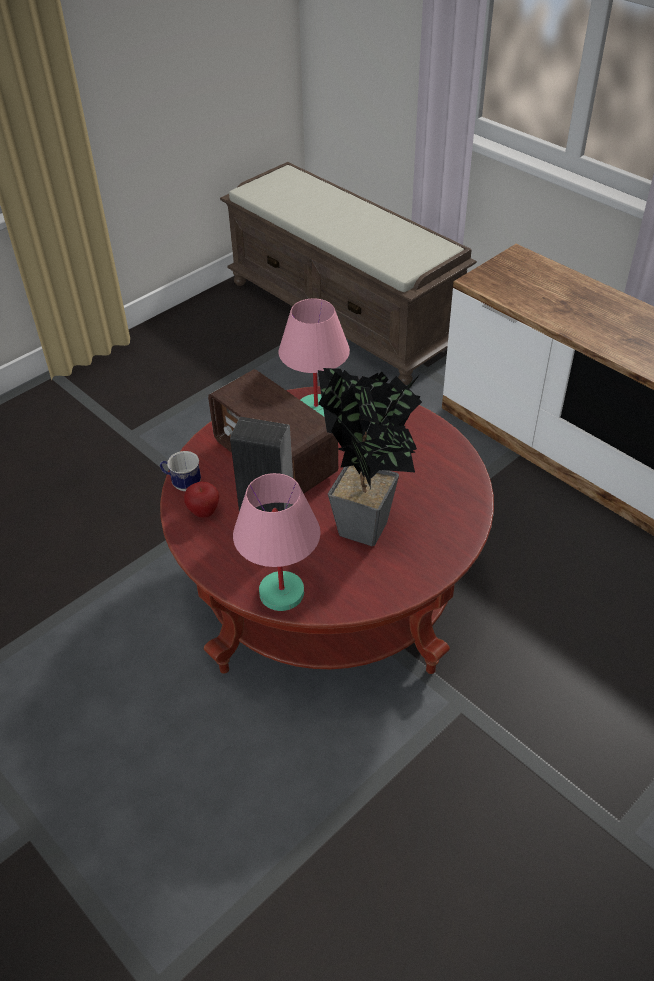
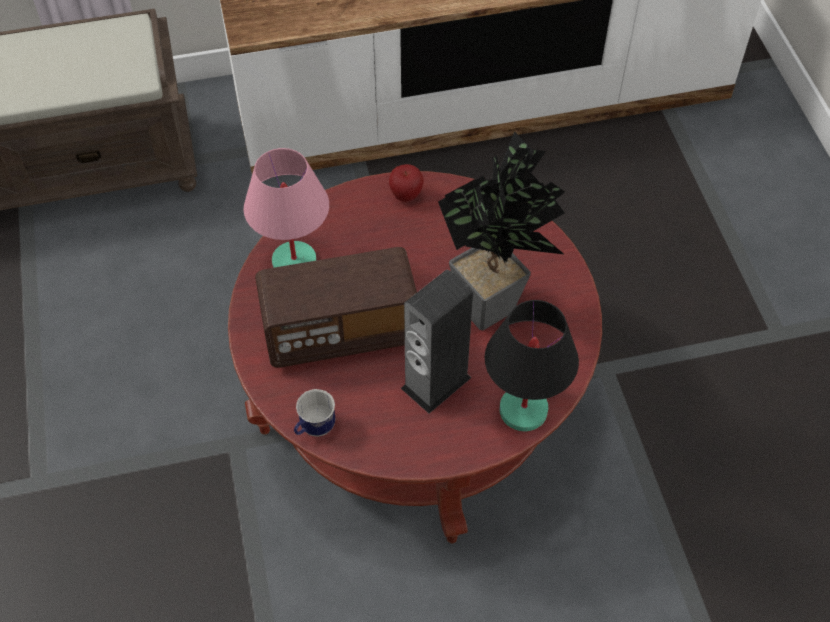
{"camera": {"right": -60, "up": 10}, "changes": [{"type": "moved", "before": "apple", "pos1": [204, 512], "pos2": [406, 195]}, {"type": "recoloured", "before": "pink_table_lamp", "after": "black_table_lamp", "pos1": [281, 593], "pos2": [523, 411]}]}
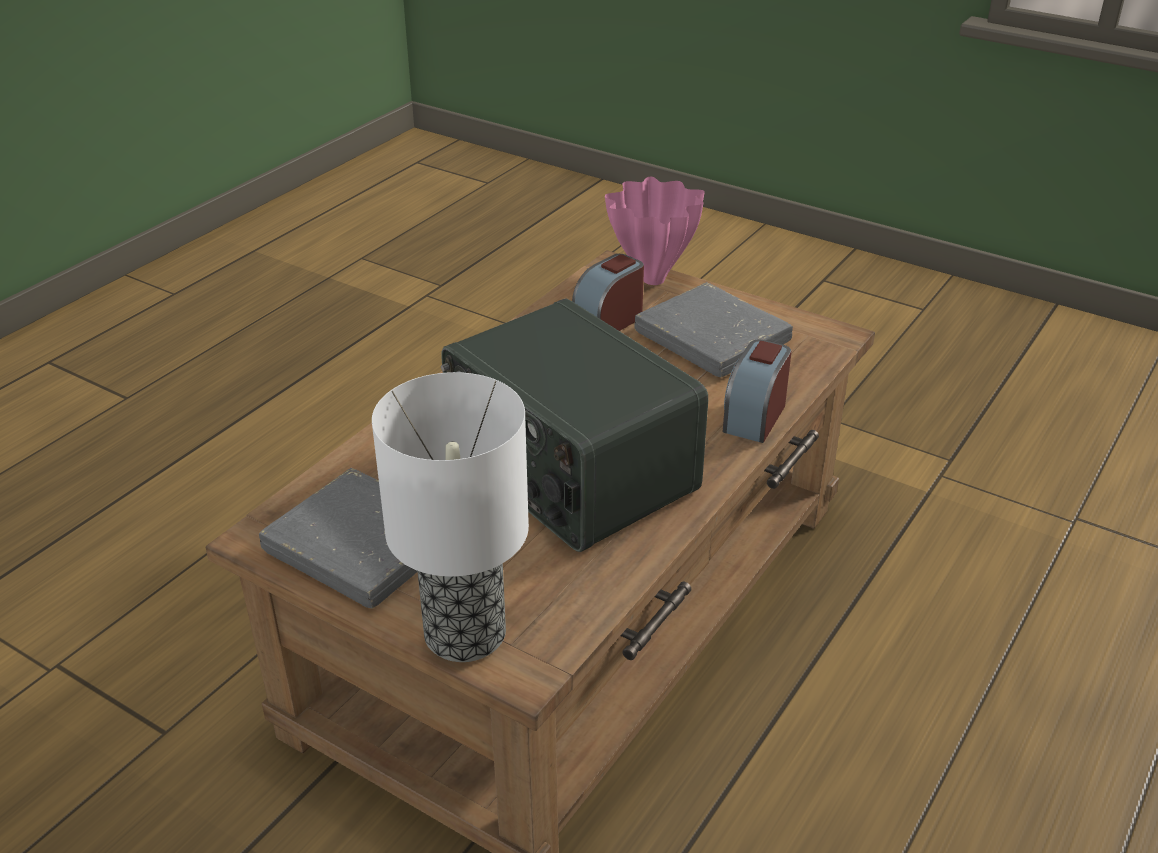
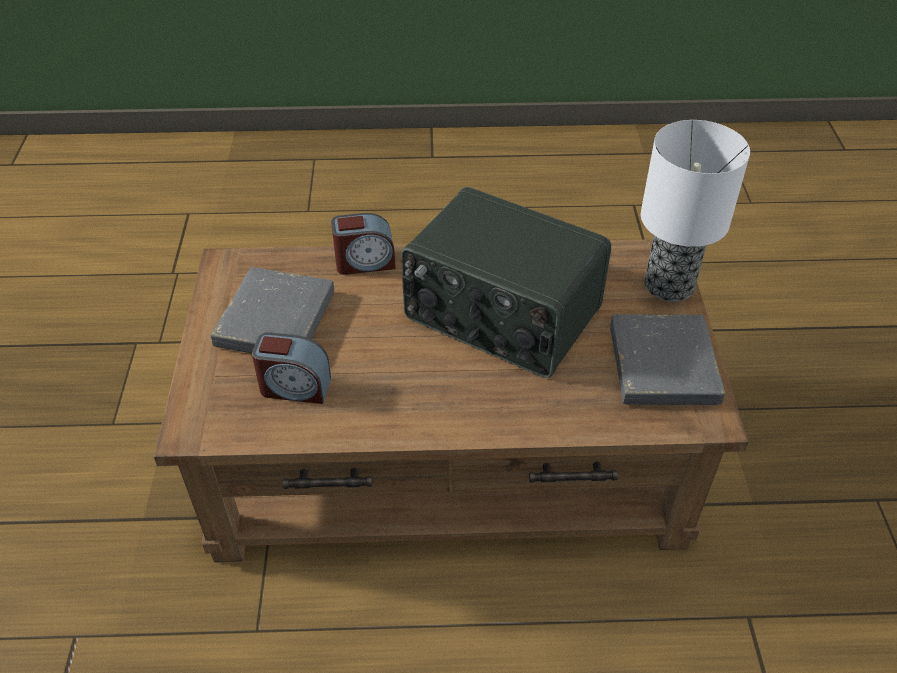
{"camera": {"right": -125, "up": 10}, "changes": [{"type": "removed", "before": "pink_vase", "pos1": [653, 278]}, {"type": "turned", "before": "radio", "pos1": [568, 470], "pos2": [501, 315], "turn": 105}]}
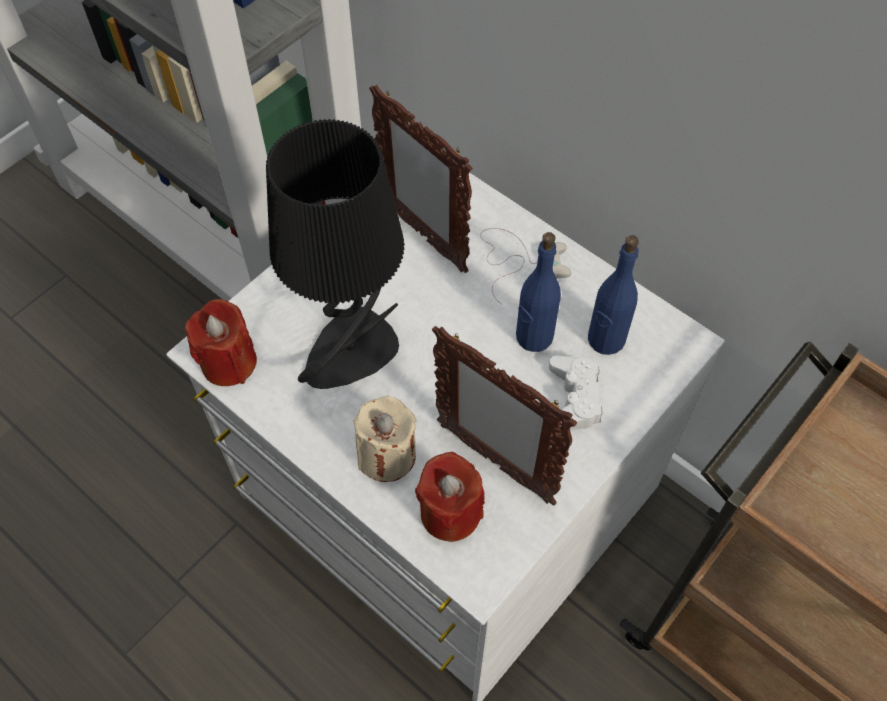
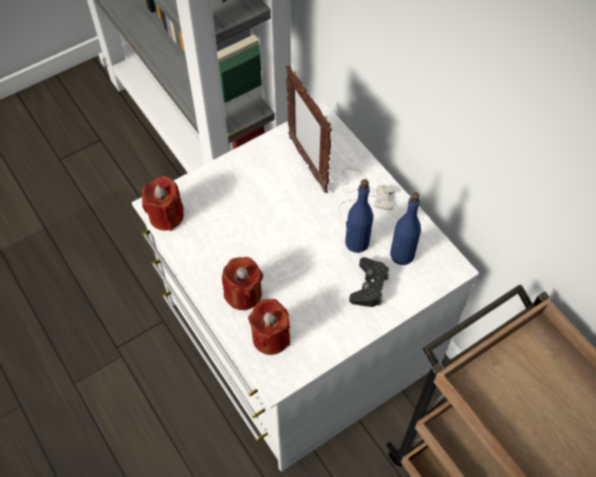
{"camera": {"right": 15, "up": 0}, "changes": [{"type": "removed", "before": "black_table_lamp", "pos1": [350, 353]}, {"type": "removed", "before": "picture_frame", "pos1": [494, 462]}, {"type": "recoloured", "before": "beige_candle", "after": "red_candle", "pos1": [386, 455], "pos2": [243, 294]}, {"type": "recoloured", "before": "white_game_controller", "after": "black_game_controller", "pos1": [574, 398], "pos2": [369, 286]}]}
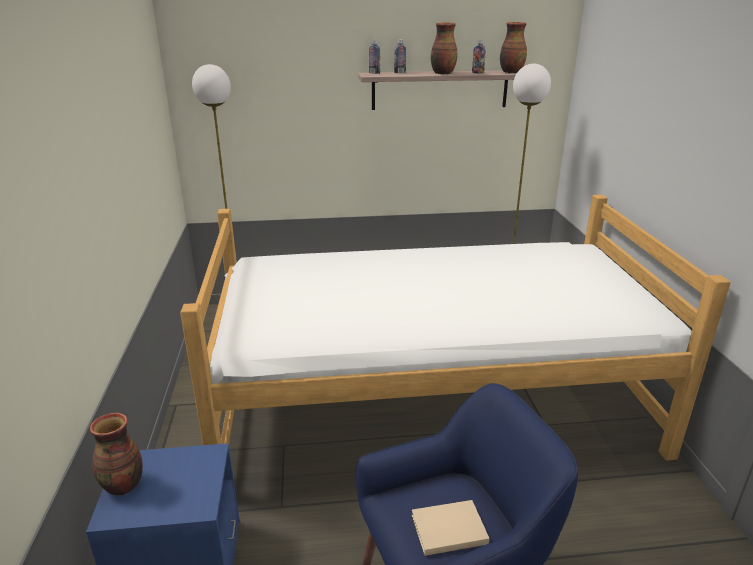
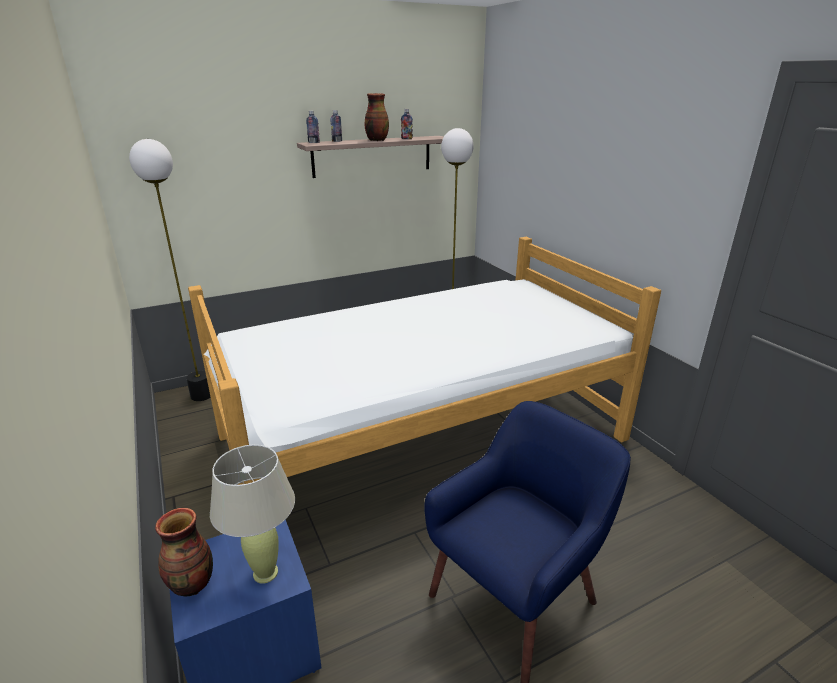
{"camera": {"right": -20, "up": 0}, "changes": [{"type": "removed", "before": "beige_book", "pos1": [446, 529]}, {"type": "removed", "before": "vase", "pos1": [511, 72]}, {"type": "added", "after": "beige_table_lamp", "pos2": [265, 573]}]}
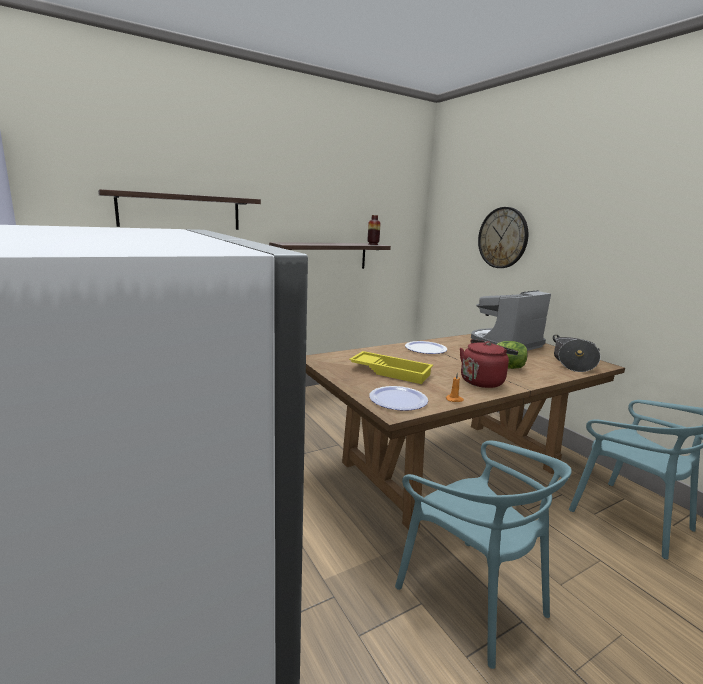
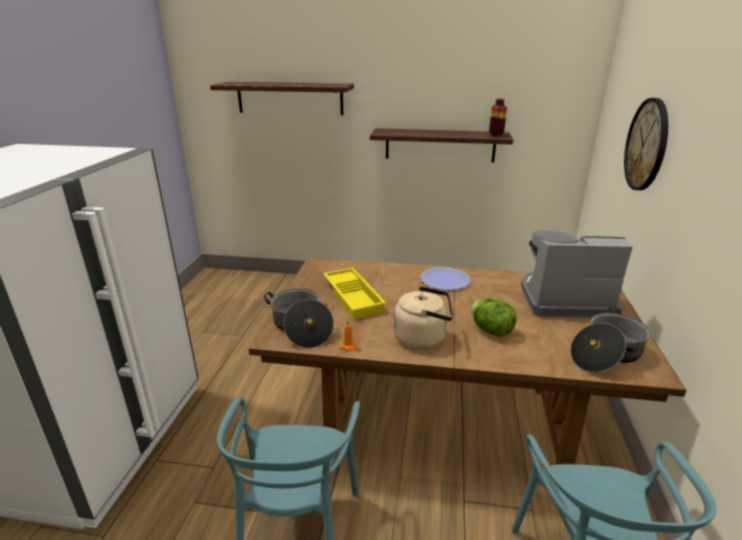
{"camera": {"right": 40, "up": 10}, "changes": [{"type": "replaced", "before": "plate", "after": "cooking_pot", "pos1": [398, 399], "pos2": [301, 328]}, {"type": "recoloured", "before": "red_kettle", "after": "beige_kettle", "pos1": [483, 381], "pos2": [423, 338]}]}
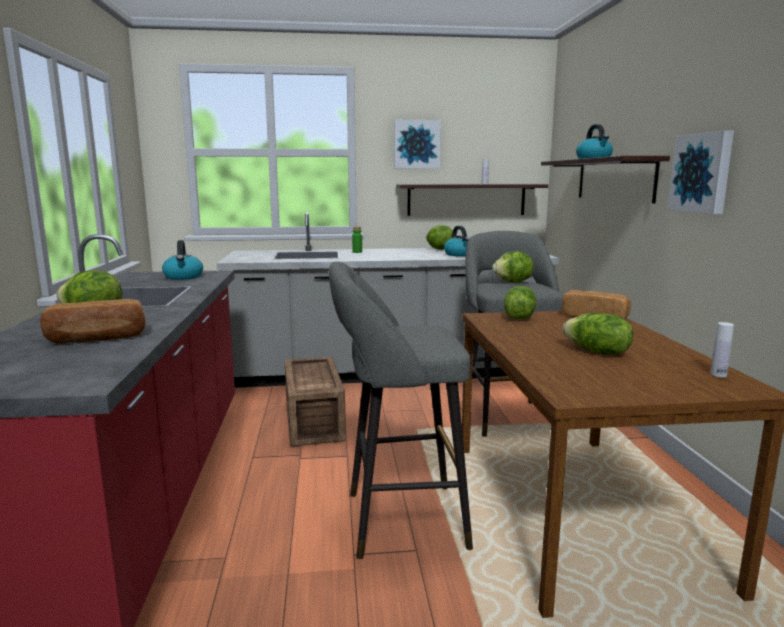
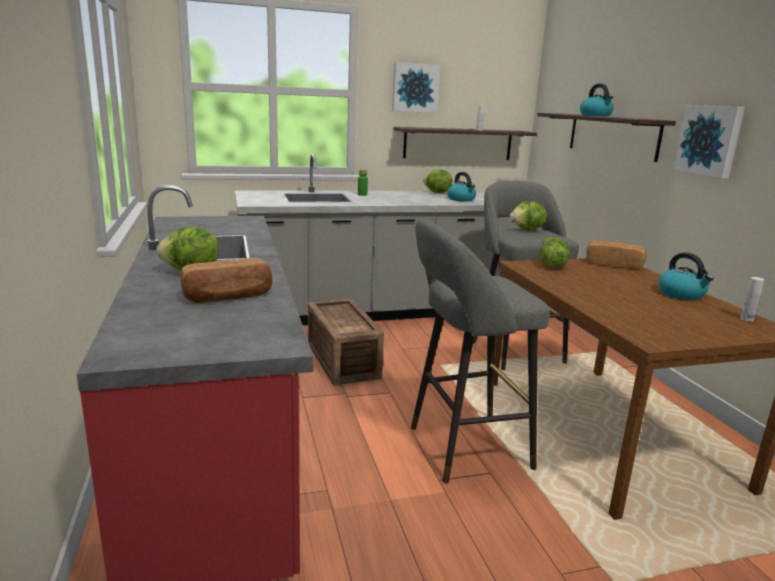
{"camera": {"right": -10, "up": 5}, "changes": [{"type": "removed", "before": "lettuce", "pos1": [597, 352]}, {"type": "moved", "before": "kettle", "pos1": [183, 277], "pos2": [682, 294]}]}
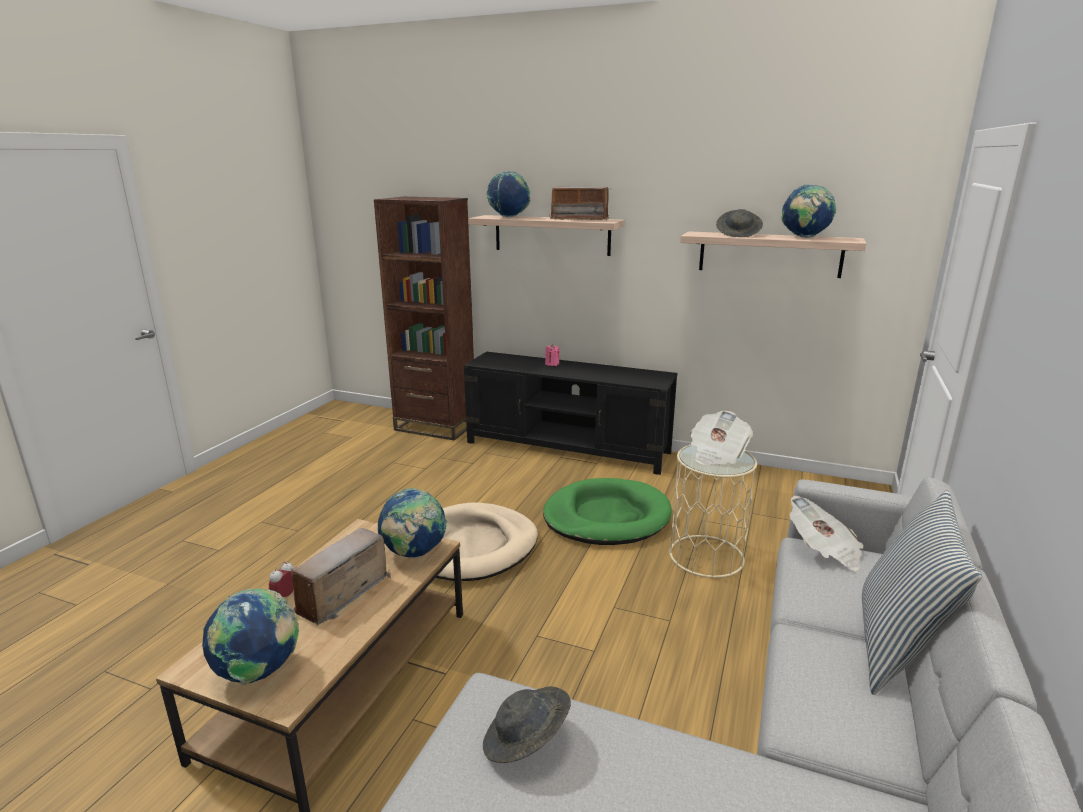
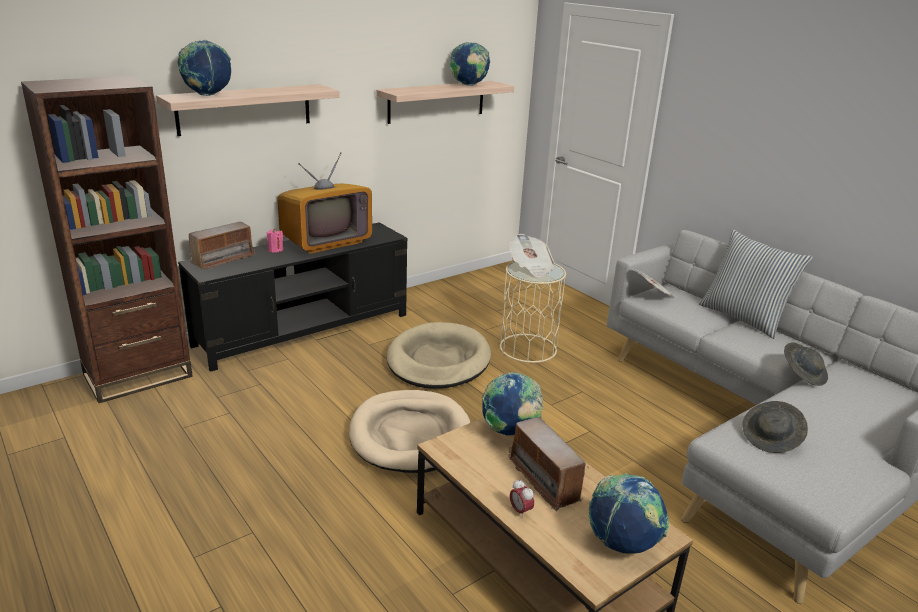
{"camera": {"right": -60, "up": 5}, "changes": [{"type": "added", "after": "television", "pos2": [326, 241]}, {"type": "moved", "before": "radio", "pos1": [580, 219], "pos2": [223, 259]}, {"type": "moved", "before": "grey_hat", "pos1": [738, 235], "pos2": [803, 374]}, {"type": "recoloured", "before": "green_dog_bed", "after": "beige_dog_bed", "pos1": [606, 517], "pos2": [438, 360]}]}
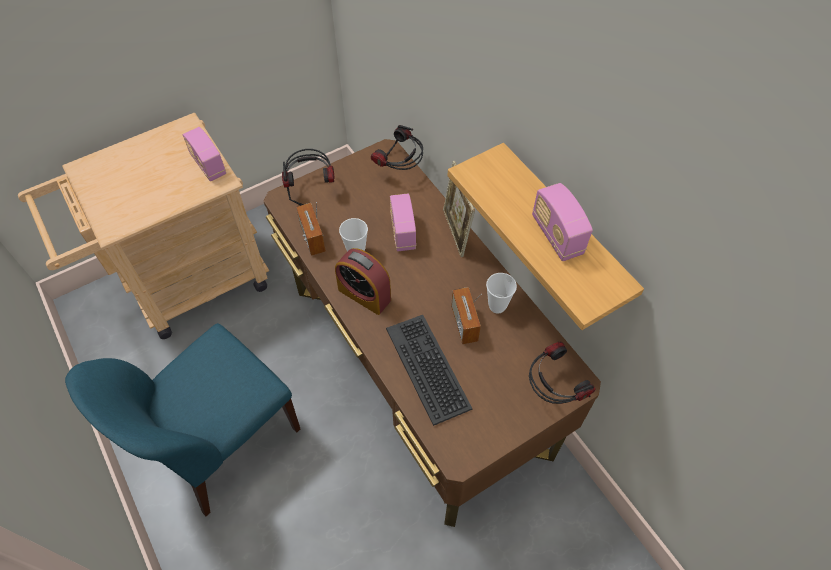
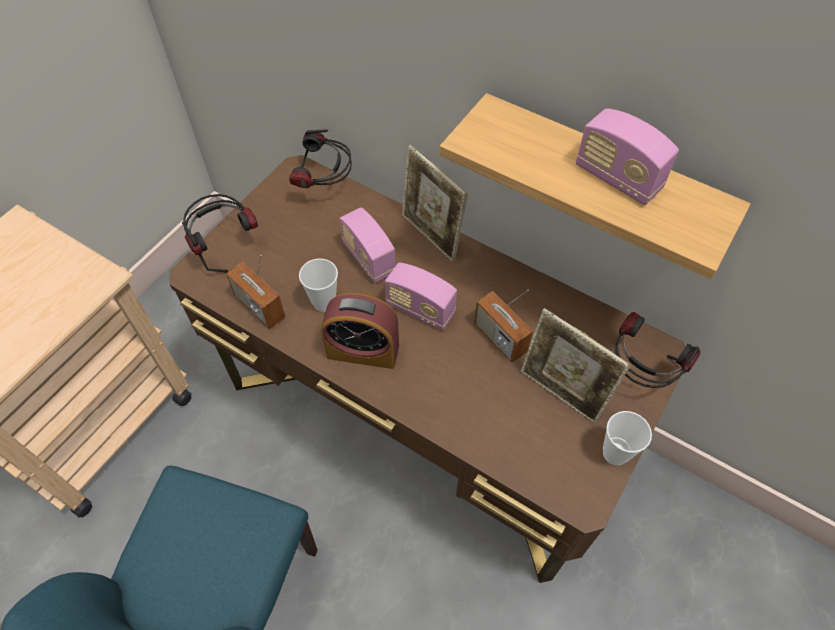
{"camera": {"right": -25, "up": 0}, "changes": [{"type": "removed", "before": "keyboard", "pos1": [428, 367]}, {"type": "added", "after": "picture_frame", "pos2": [561, 394]}, {"type": "moved", "before": "radio", "pos1": [208, 165], "pos2": [420, 309]}, {"type": "moved", "before": "cup", "pos1": [497, 306], "pos2": [615, 453]}]}
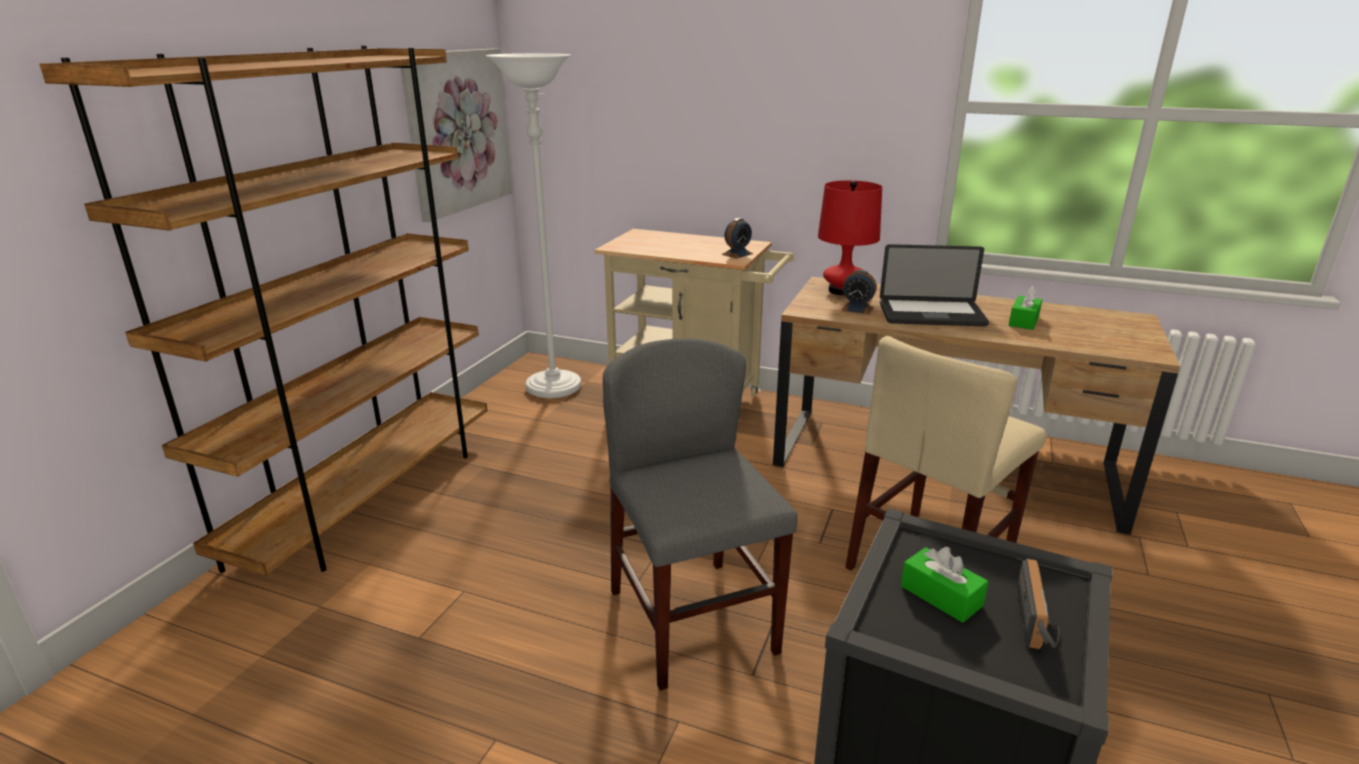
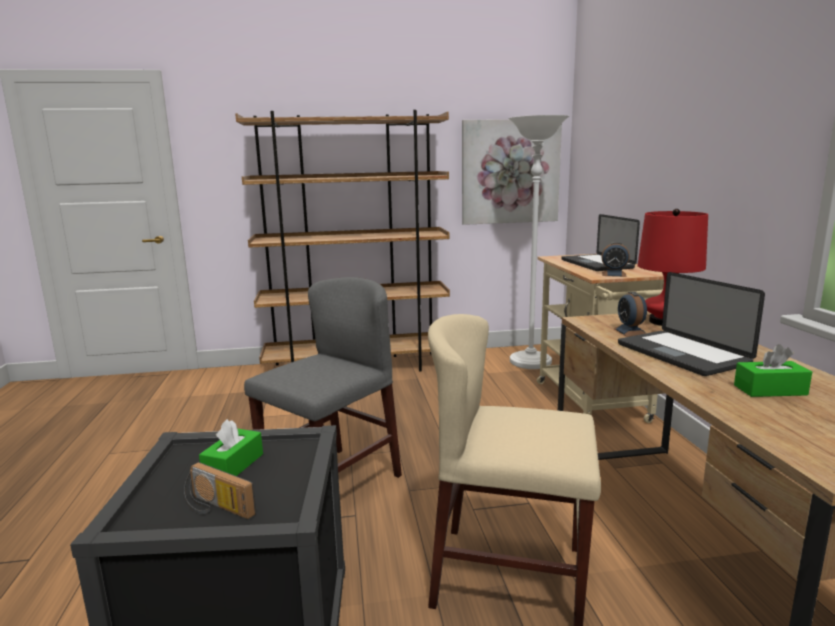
{"camera": {"right": 60, "up": -10}, "changes": [{"type": "added", "after": "laptop", "pos2": [596, 264]}, {"type": "turned", "before": "radio", "pos1": [1038, 621], "pos2": [216, 508], "turn": 45}]}
